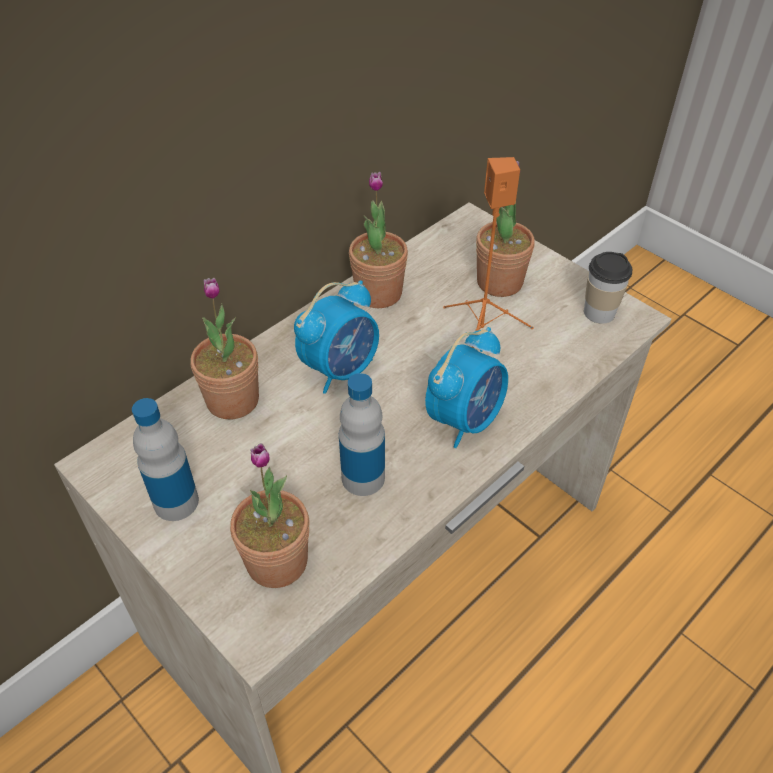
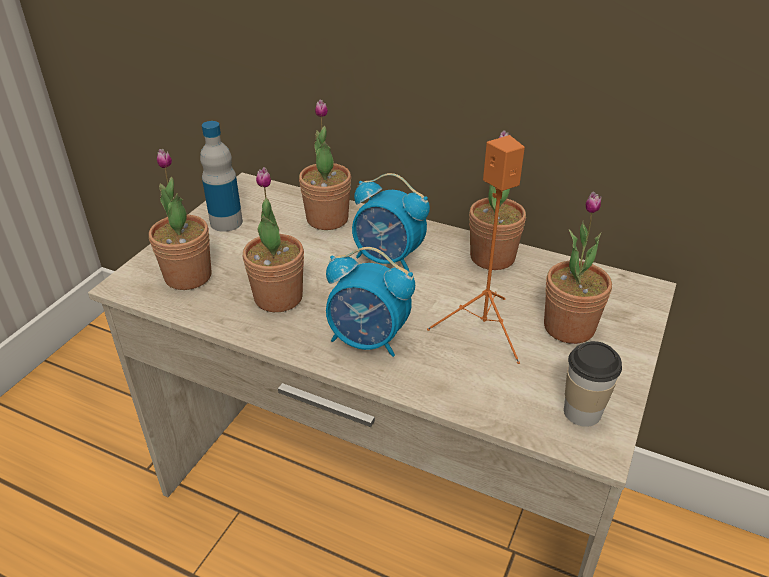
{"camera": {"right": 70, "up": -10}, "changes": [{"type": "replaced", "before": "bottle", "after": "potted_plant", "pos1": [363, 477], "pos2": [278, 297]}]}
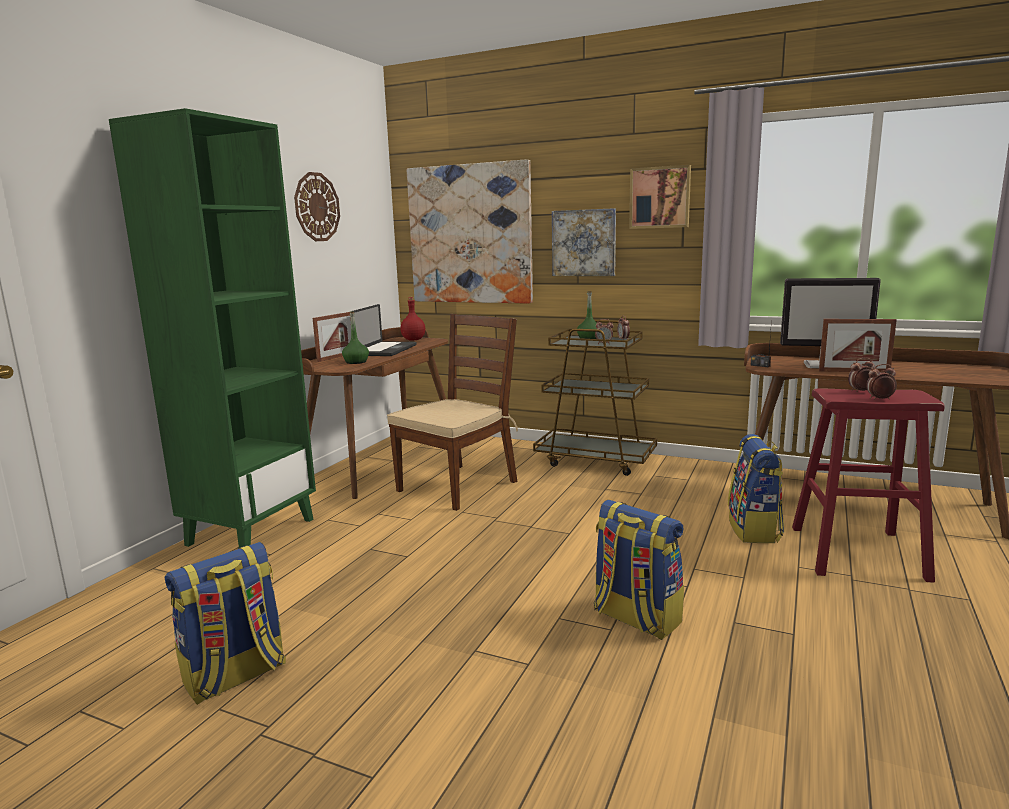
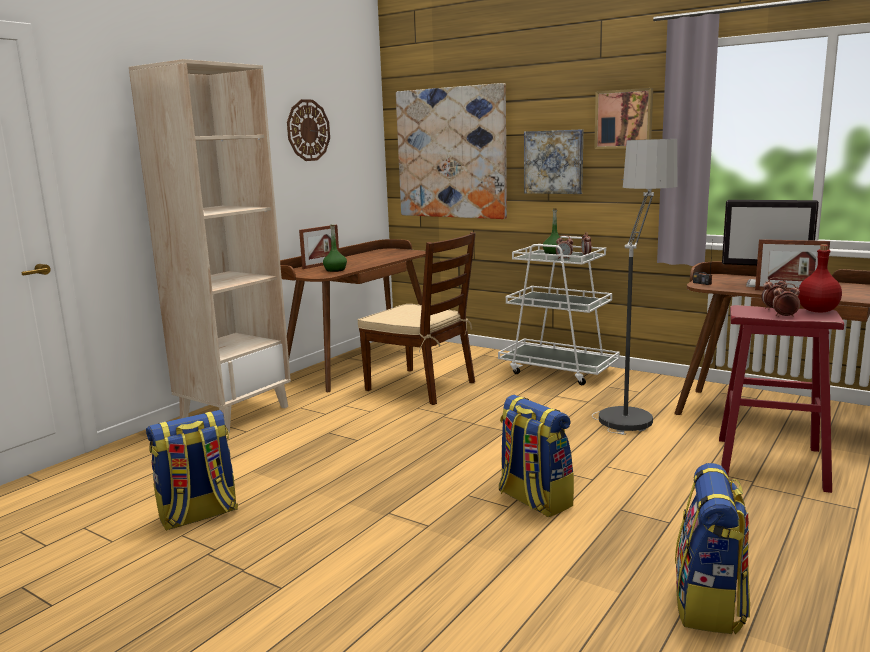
{"camera": {"right": 10, "up": 0}, "changes": [{"type": "removed", "before": "laptop", "pos1": [386, 350]}, {"type": "added", "after": "floor_lamp", "pos2": [631, 408]}, {"type": "moved", "before": "red_bottle", "pos1": [413, 340], "pos2": [817, 311]}, {"type": "moved", "before": "backpack", "pos1": [754, 530], "pos2": [709, 604]}, {"type": "recoloured", "before": "green_bookcase", "after": "beige_bookcase", "pos1": [251, 531], "pos2": [235, 413]}, {"type": "recoloured", "before": "brown_cart", "after": "white_cart", "pos1": [596, 460], "pos2": [558, 370]}, {"type": "turned", "before": "brown_chair", "pos1": [458, 486], "pos2": [422, 386], "turn": 75}]}
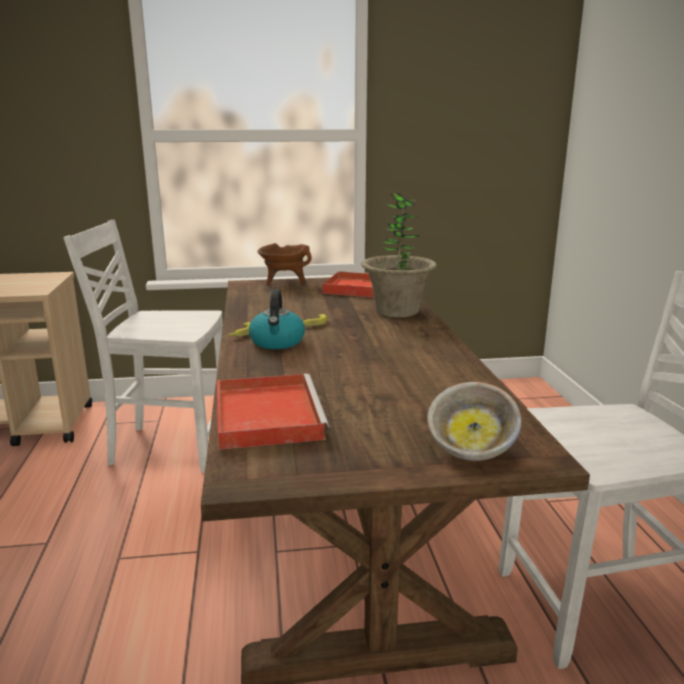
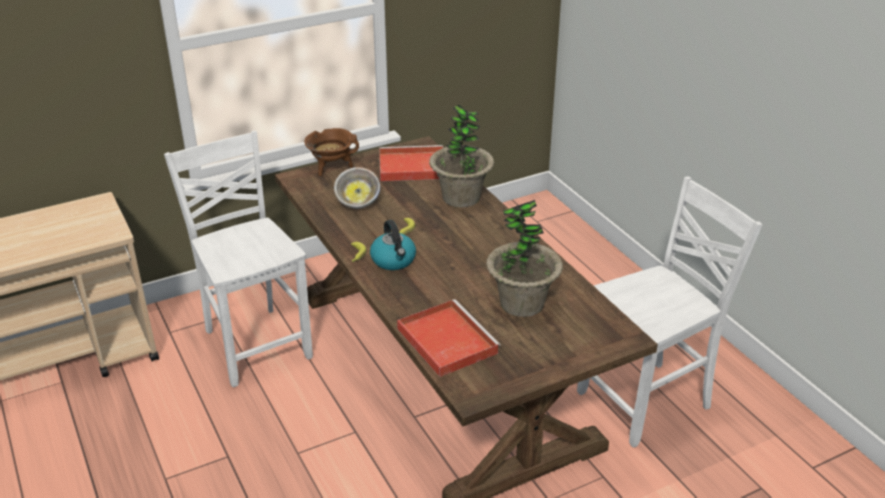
{"camera": {"right": -20, "up": 15}, "changes": [{"type": "added", "after": "potted_plant", "pos2": [522, 303]}, {"type": "moved", "before": "bowl", "pos1": [472, 451], "pos2": [358, 203]}, {"type": "turned", "before": "white_chair", "pos1": [168, 447], "pos2": [256, 343], "turn": 75}]}
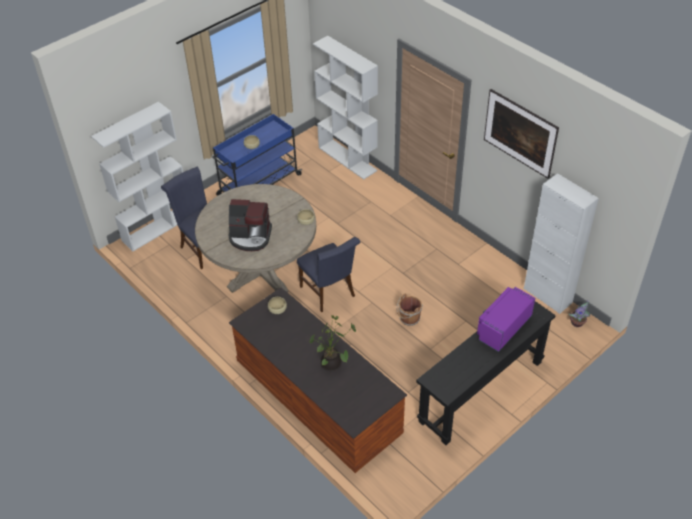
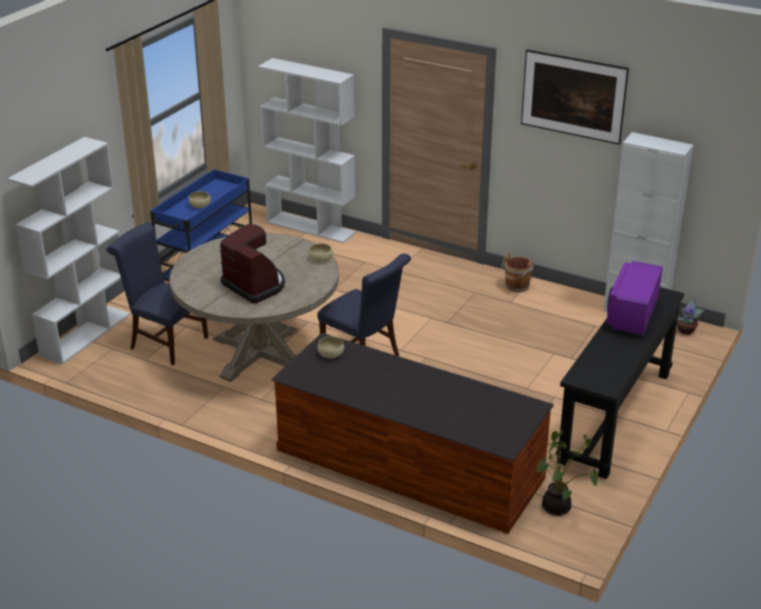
{"camera": {"right": -20, "up": -15}, "changes": [{"type": "moved", "before": "potted_plant", "pos1": [332, 364], "pos2": [559, 508]}, {"type": "moved", "before": "brown_bucket", "pos1": [409, 319], "pos2": [516, 286]}, {"type": "turned", "before": "coffee_machine", "pos1": [250, 237], "pos2": [255, 285], "turn": -120}]}
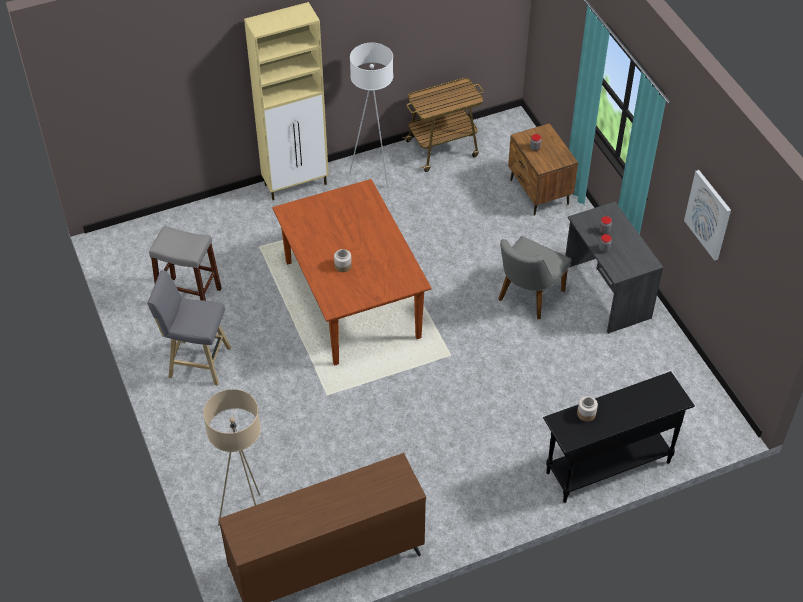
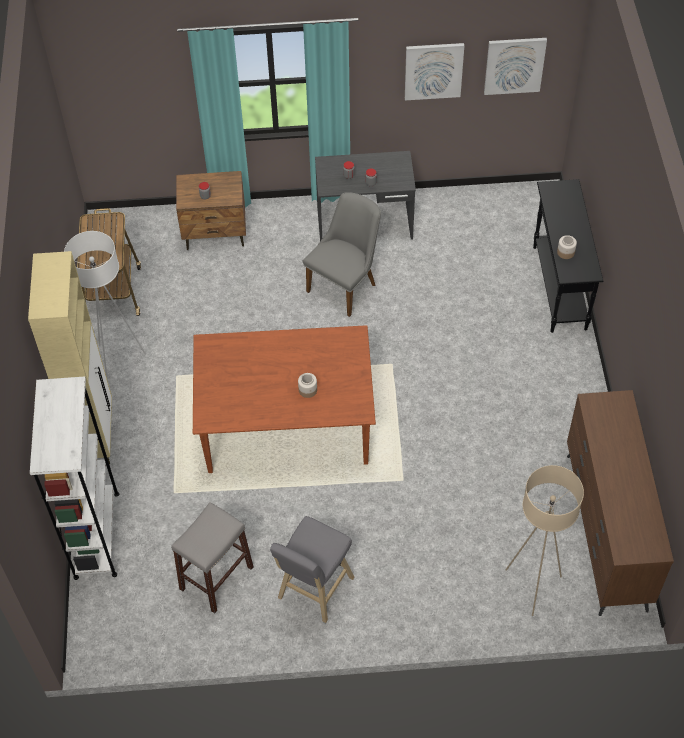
{"camera": {"right": -70, "up": 5}, "changes": [{"type": "added", "after": "white_bookcase", "pos2": [96, 535]}, {"type": "added", "after": "picture", "pos2": [514, 65]}, {"type": "turned", "before": "grey_chair", "pos1": [527, 298], "pos2": [346, 284], "turn": -105}]}
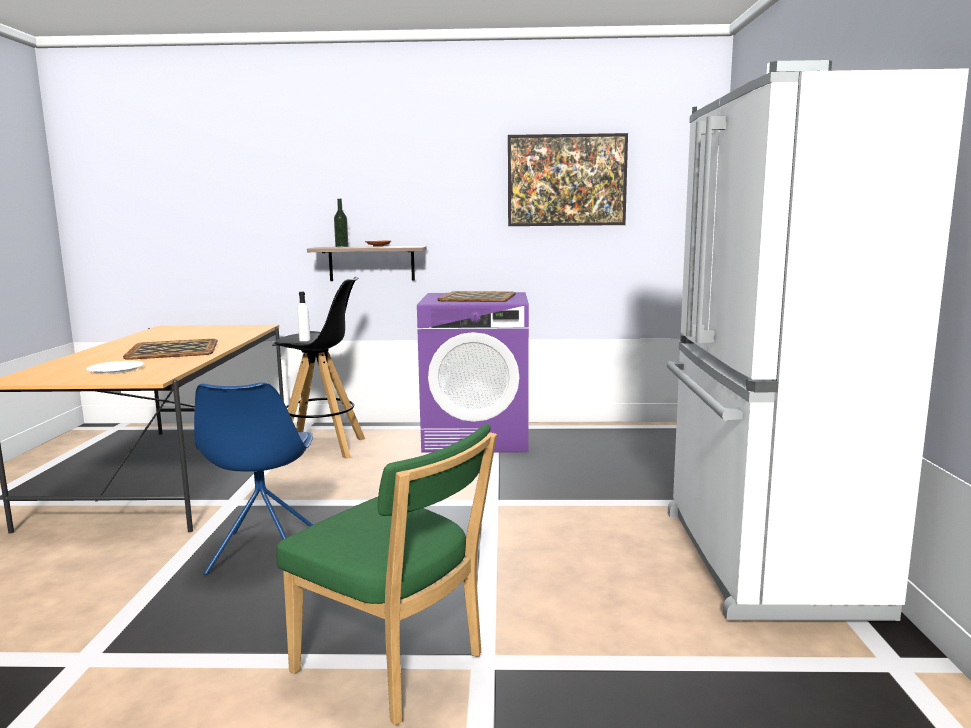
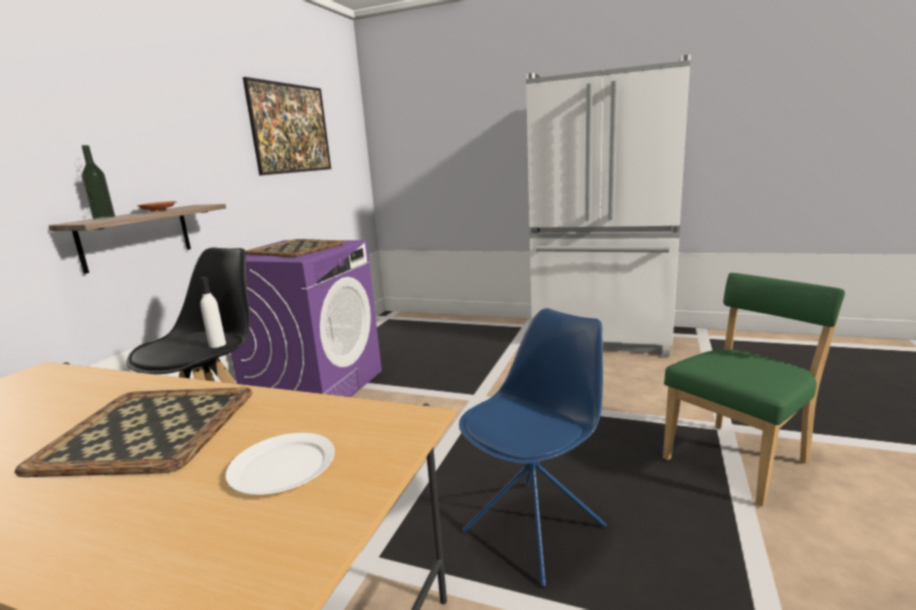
{"camera": {"right": -70, "up": 5}, "changes": [{"type": "turned", "before": "blue_chair", "pos1": [264, 553], "pos2": [536, 527], "turn": -60}]}
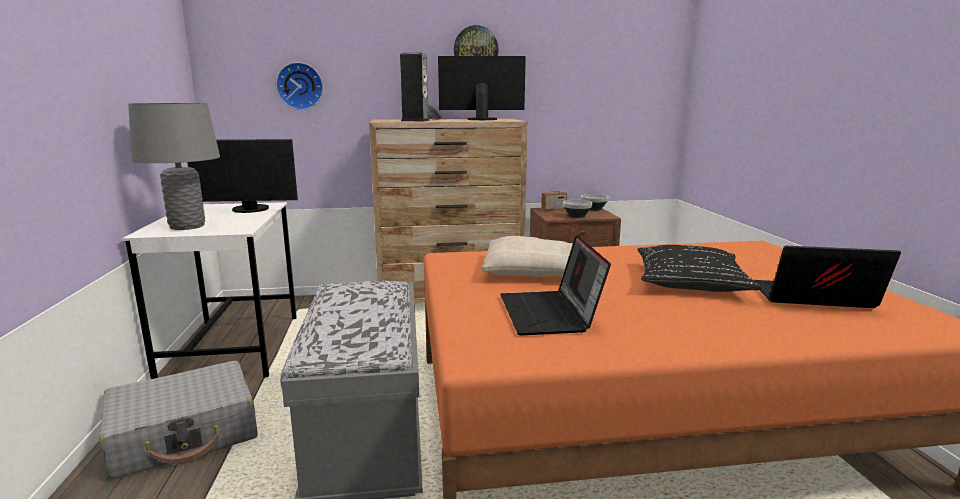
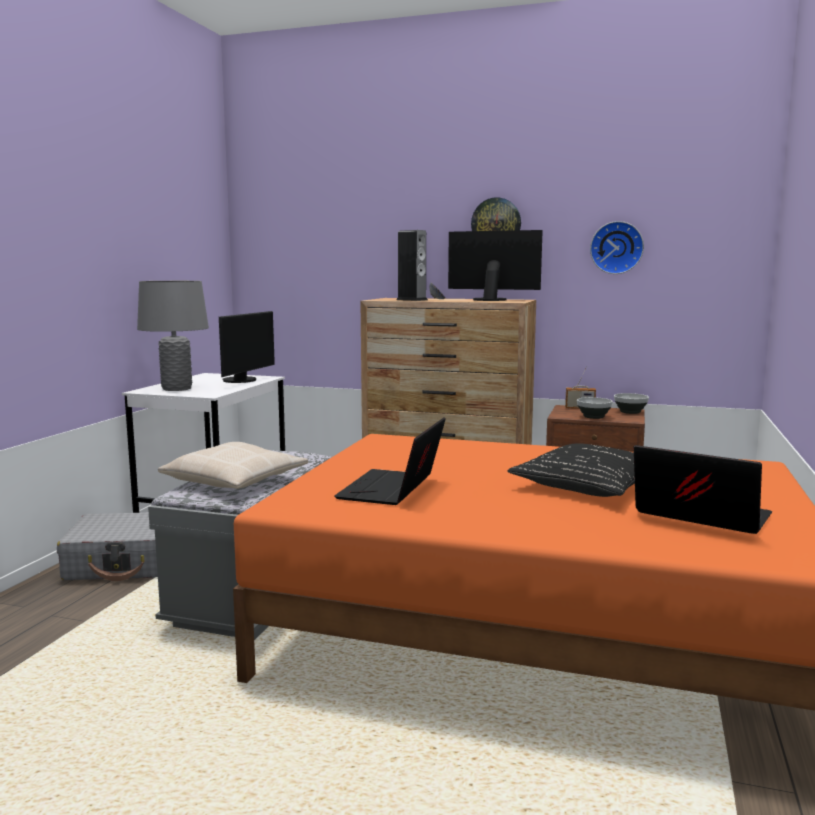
{"camera": {"right": 25, "up": -5}, "changes": [{"type": "moved", "before": "wall_clock", "pos1": [300, 86], "pos2": [616, 247]}, {"type": "moved", "before": "beige_pillow", "pos1": [532, 270], "pos2": [235, 481]}, {"type": "turned", "before": "monitor", "pos1": [249, 210], "pos2": [243, 380], "turn": -90}]}
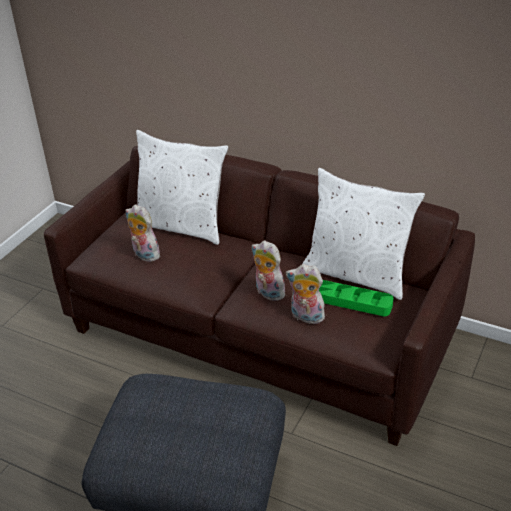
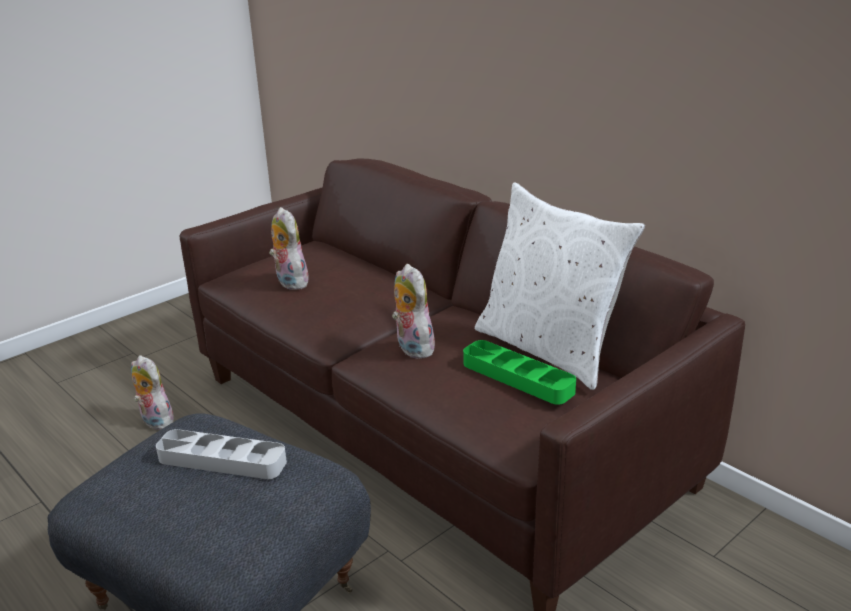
{"camera": {"right": 20, "up": -10}, "changes": [{"type": "removed", "before": "white_pillow", "pos1": [181, 225]}, {"type": "added", "after": "grey_tray", "pos2": [222, 460]}, {"type": "moved", "before": "plush_toy", "pos1": [305, 317], "pos2": [154, 421]}]}
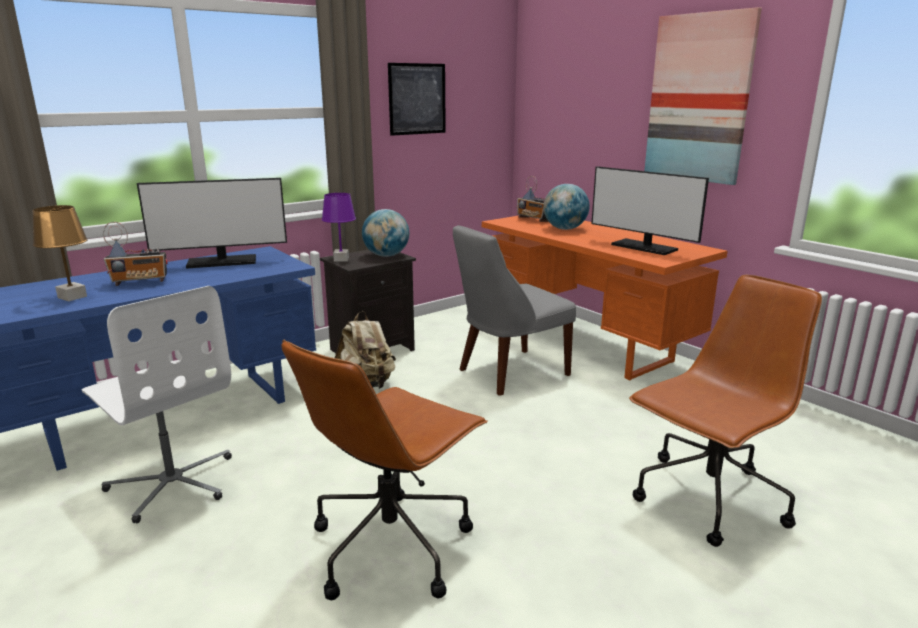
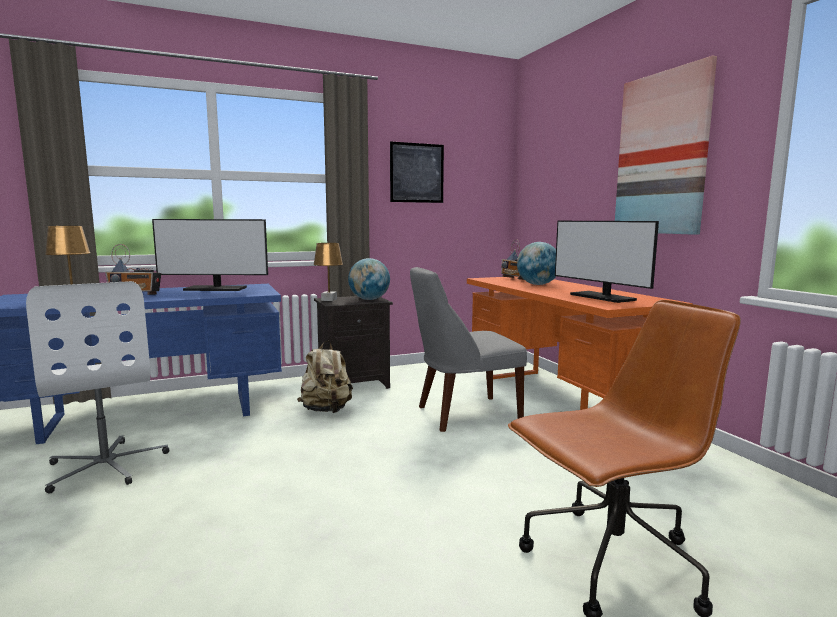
{"camera": {"right": 15, "up": -10}, "changes": [{"type": "removed", "before": "brown_office_chair", "pos1": [392, 545]}, {"type": "recoloured", "before": "purple_table_lamp", "after": "brown_table_lamp", "pos1": [341, 259], "pos2": [329, 300]}]}
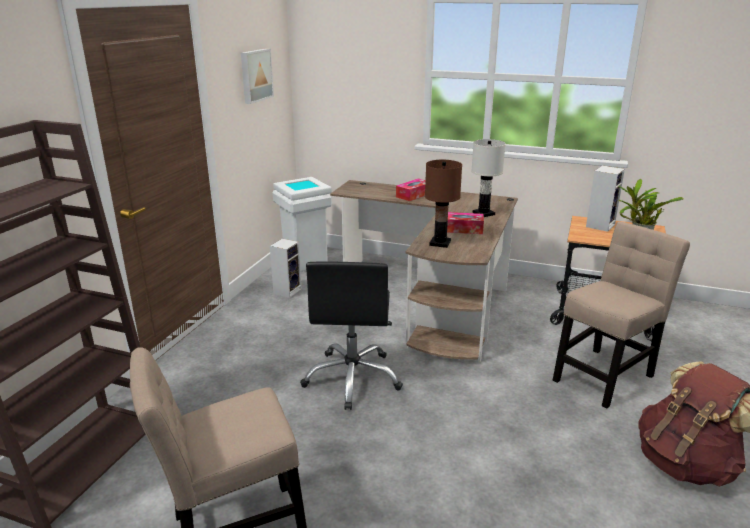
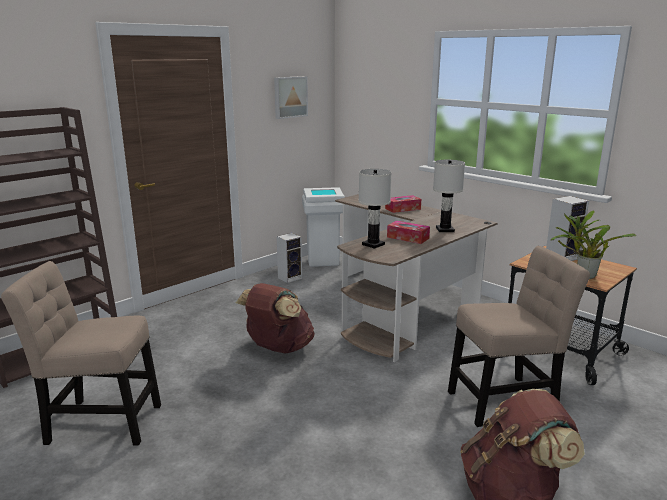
{"camera": {"right": 25, "up": -5}, "changes": [{"type": "replaced", "before": "black_office_chair", "after": "brown_backpack", "pos1": [353, 378], "pos2": [278, 348]}, {"type": "recoloured", "before": "brown_table_lamp", "after": "white_table_lamp", "pos1": [439, 243], "pos2": [373, 244]}]}
